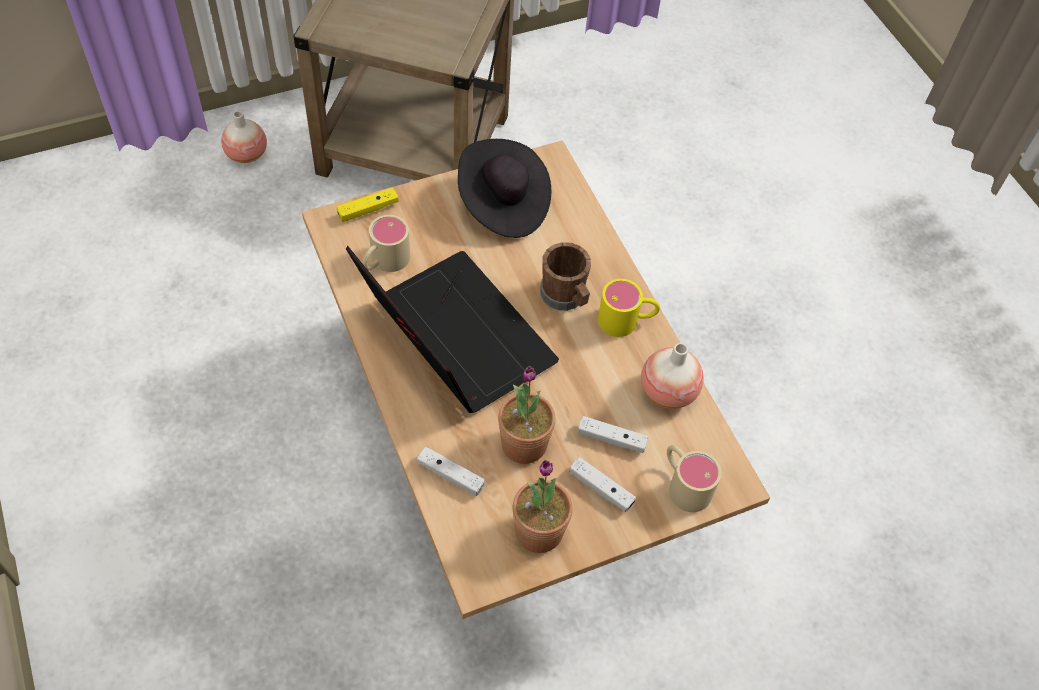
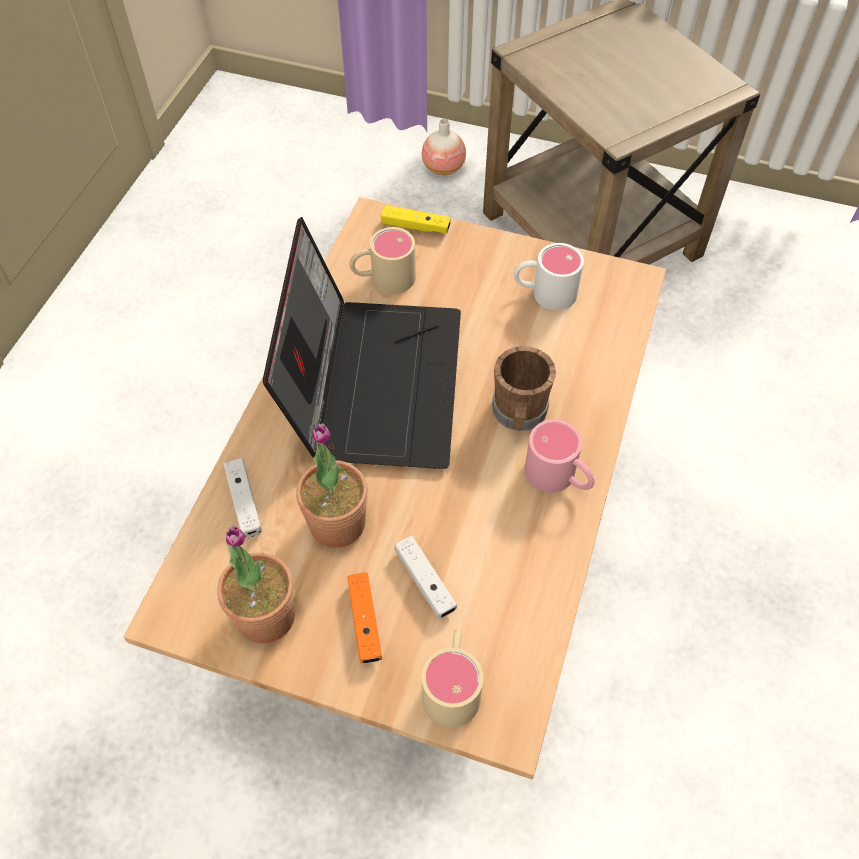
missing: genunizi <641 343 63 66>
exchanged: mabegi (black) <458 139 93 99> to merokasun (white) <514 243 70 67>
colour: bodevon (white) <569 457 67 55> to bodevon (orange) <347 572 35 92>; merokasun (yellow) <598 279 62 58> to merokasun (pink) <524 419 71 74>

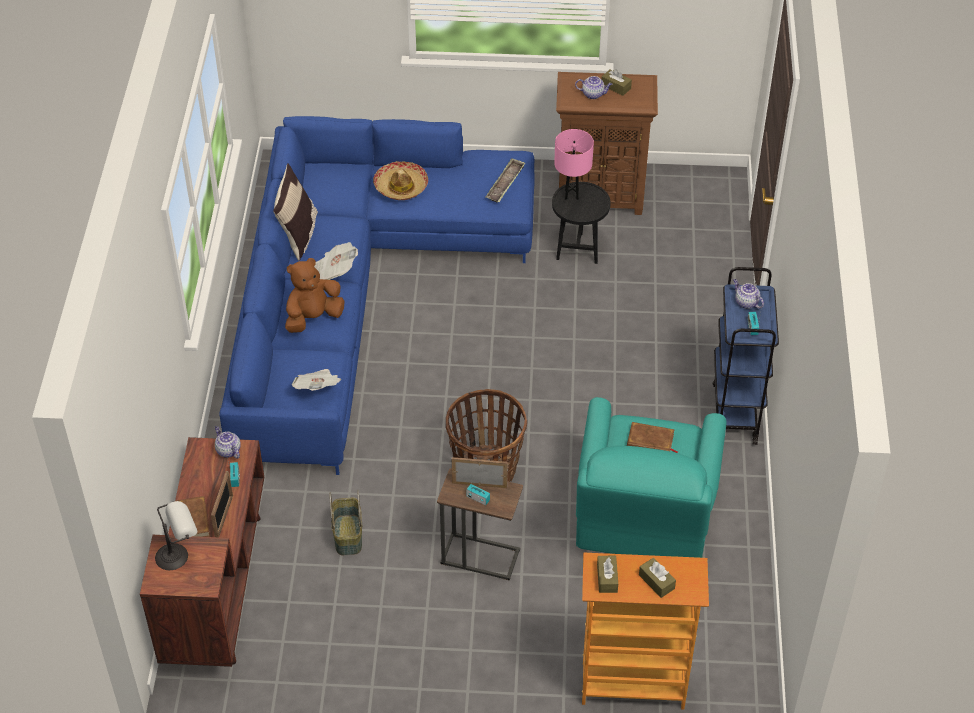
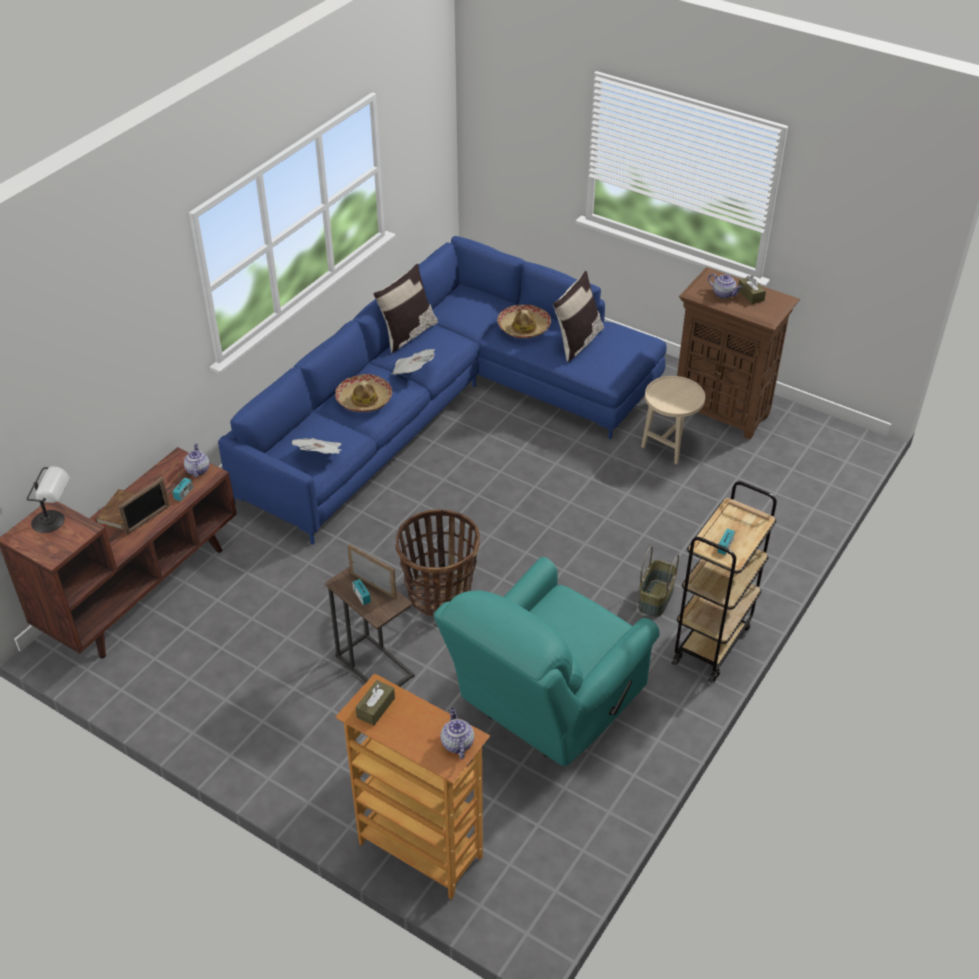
missing: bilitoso <486 158 39 45>; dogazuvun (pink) <554 129 40 71>; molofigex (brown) <627 422 51 31>; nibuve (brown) <639 558 37 40>
appeared: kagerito <553 271 51 91>
relocated: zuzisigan <733 279 31 30> to <441 708 33 51>; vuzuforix <329 490 33 65> to <638 546 41 71>
exchanged: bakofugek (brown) <285 258 59 75> to mabegi <335 374 57 38>
colour: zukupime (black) <552 182 59 82> to zukupime (beige) <641 376 64 88>; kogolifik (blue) <712 267 67 178> to kogolifik (brown) <671 481 106 202>

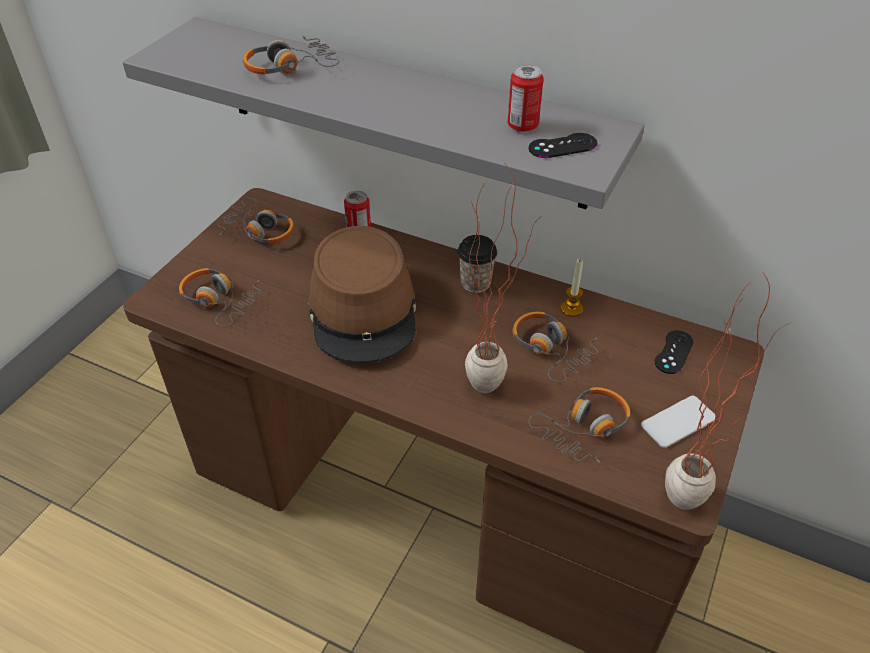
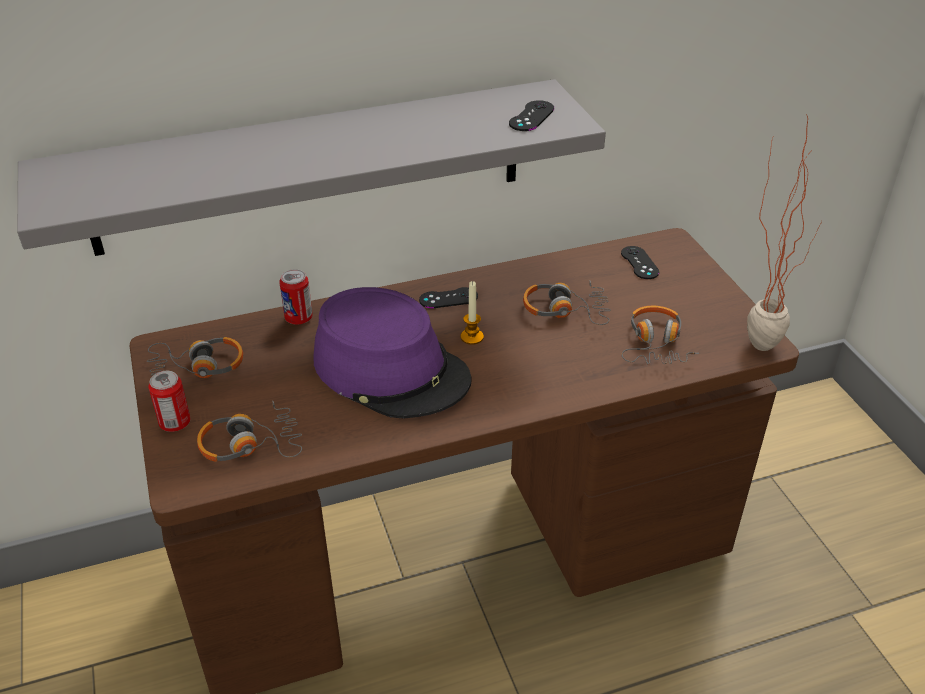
missing: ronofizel <243 35 96 40>; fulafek <465 161 78 232>; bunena <641 396 74 52>
relocated: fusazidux <508 65 36 67> to <149 371 42 61>; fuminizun <561 258 22 59> to <461 281 23 64>
exchanged: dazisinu <457 235 40 58> to bodevon (black) <419 287 59 21>
colour: mabegi (brown) <308 226 108 138> to mabegi (purple) <313 287 159 132>

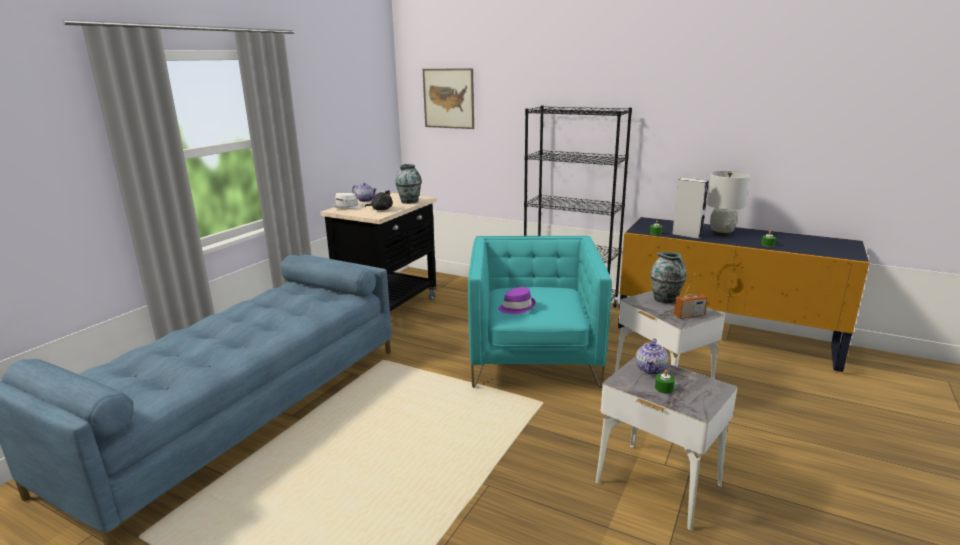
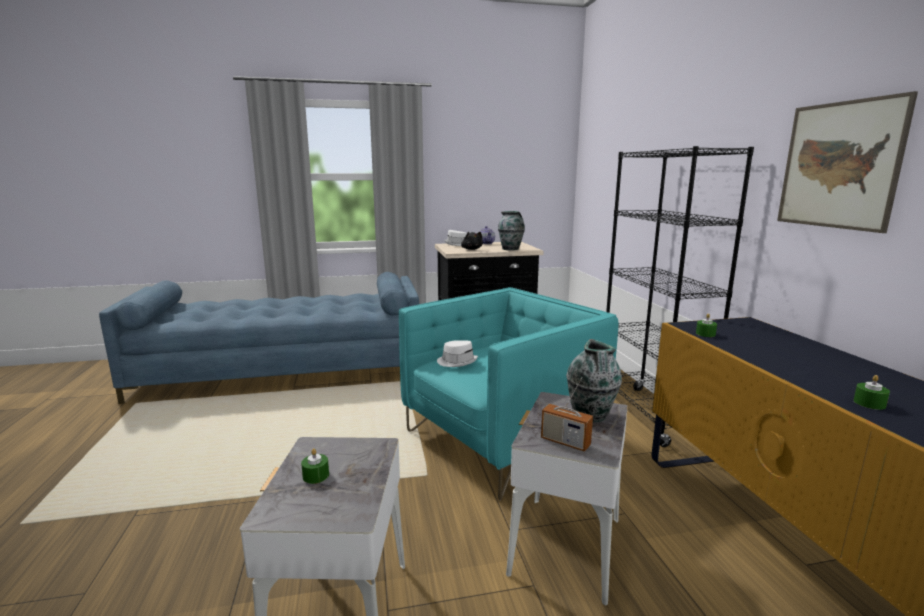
missing: zuzisigan <636 339 32 36>; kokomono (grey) <672 178 37 61>; dogazuvun (white) <707 171 43 65>
relocated: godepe <423 68 51 61> to <777 91 141 142>
colour: mabegi (purple) <498 287 37 27> to mabegi (white) <437 340 41 27>

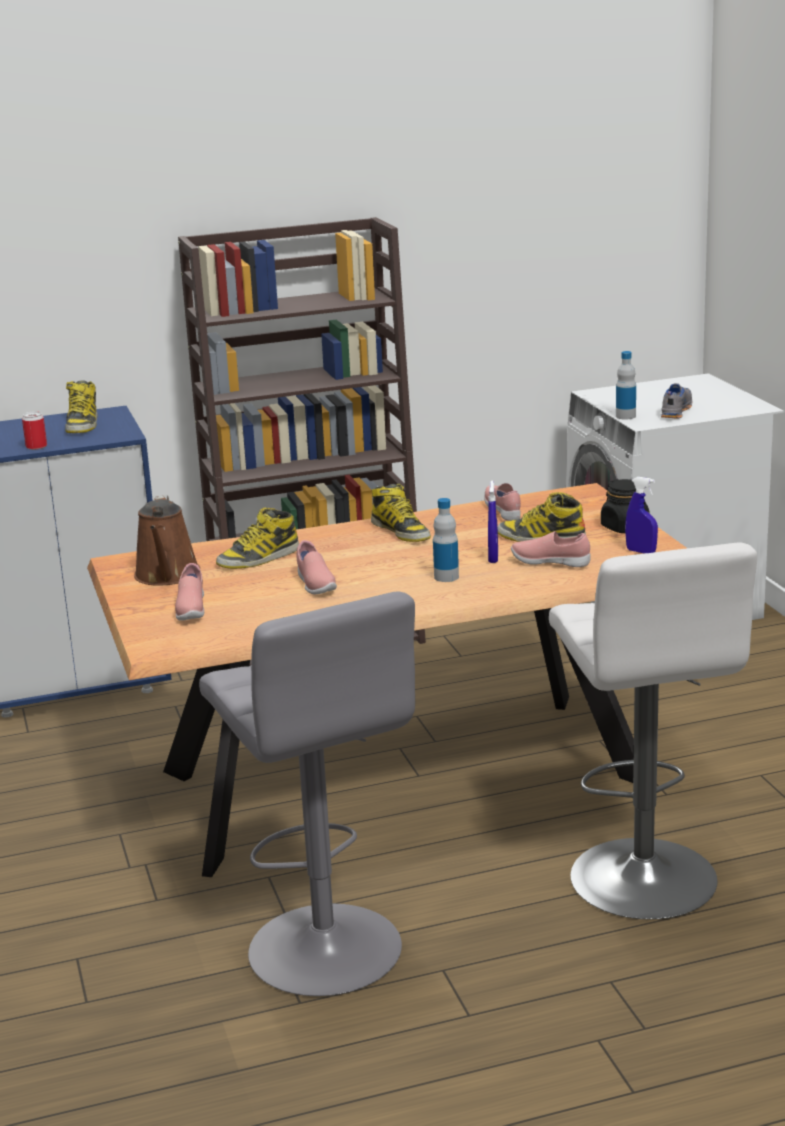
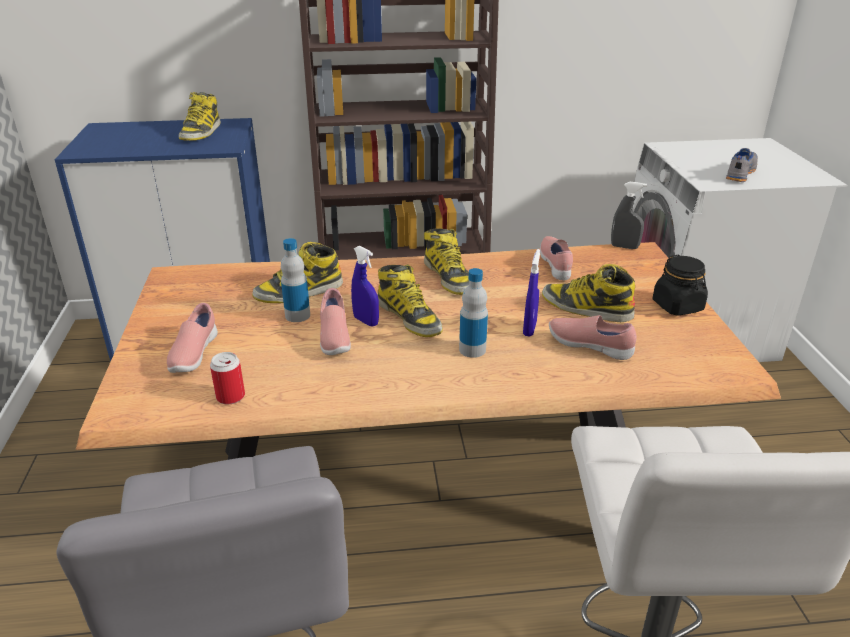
missing: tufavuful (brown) <134 495 66 91>
appeared: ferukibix <377 265 66 72>; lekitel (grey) <611 182 36 67>
relocated: fusazidux <22 411 25 39> to <210 352 35 52>; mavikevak <616 351 20 69> to <281 238 29 84>; lekitel (blue) <625 477 33 77> to <351 246 28 81>

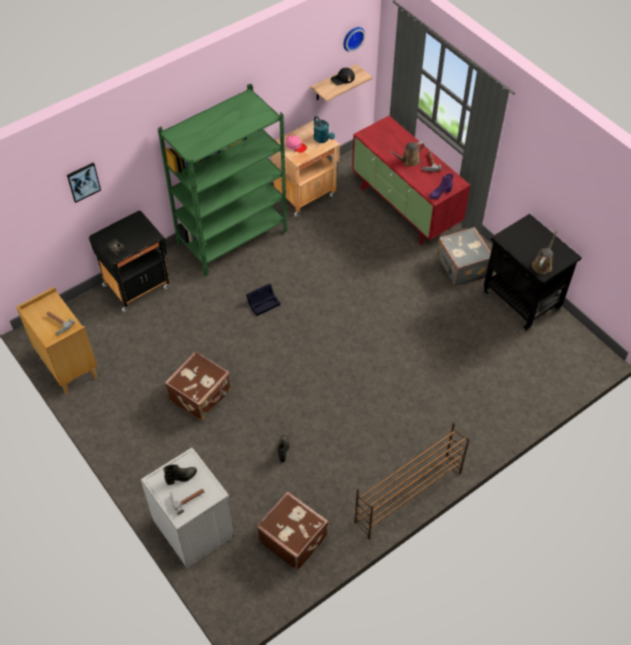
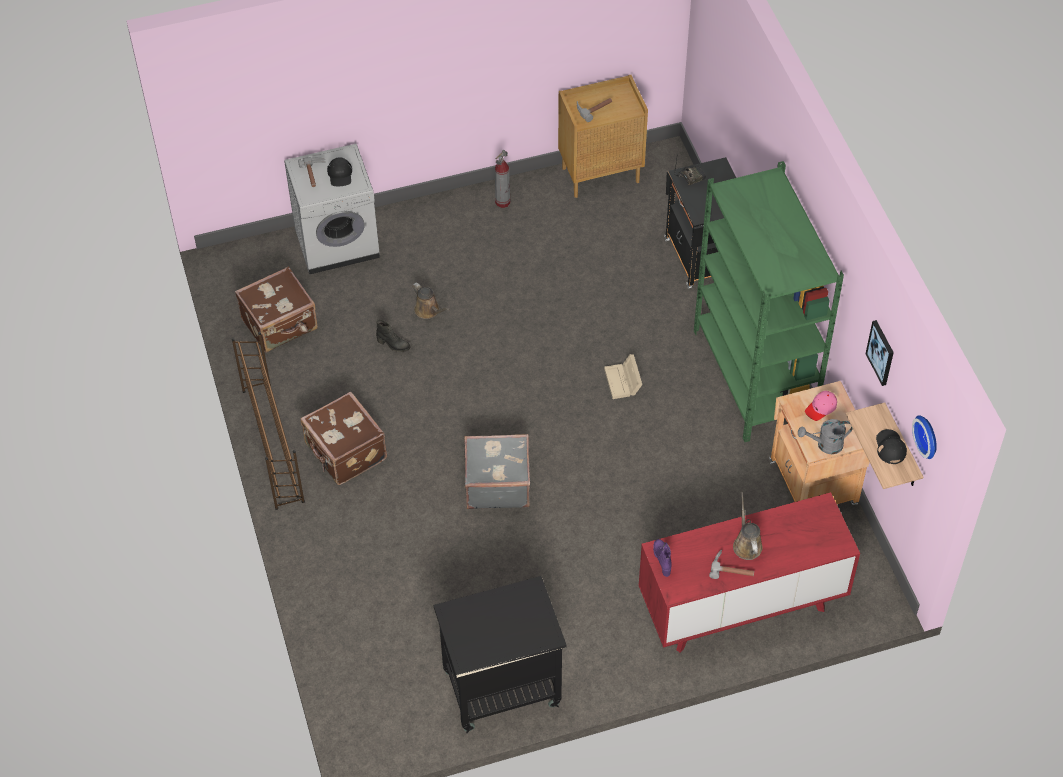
appeared: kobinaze <495 150 15 58>
relocated: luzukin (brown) <165 351 66 70> to <300 391 87 94>; tufavuful (brown) <532 230 26 44> to <412 283 38 36>; luzukin (grey) <437 227 54 60> to <464 434 66 75>; godepe <67 163 34 40> to <865 320 29 66>
exchanged: ferukibix (black) <163 464 34 21> to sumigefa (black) <327 157 25 29>
colour: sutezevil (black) <246 284 35 32> to sutezevil (beige) <604 354 38 45>; tufavuful (turquoise) <314 116 21 27> to tufavuful (grey) <798 419 55 35>

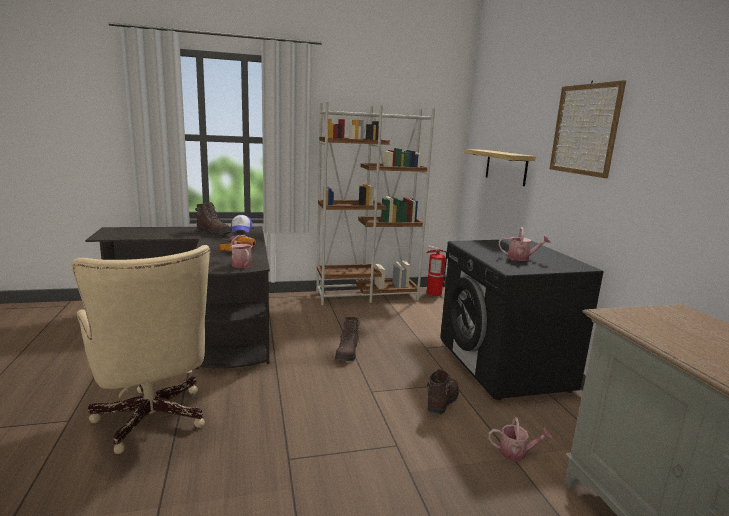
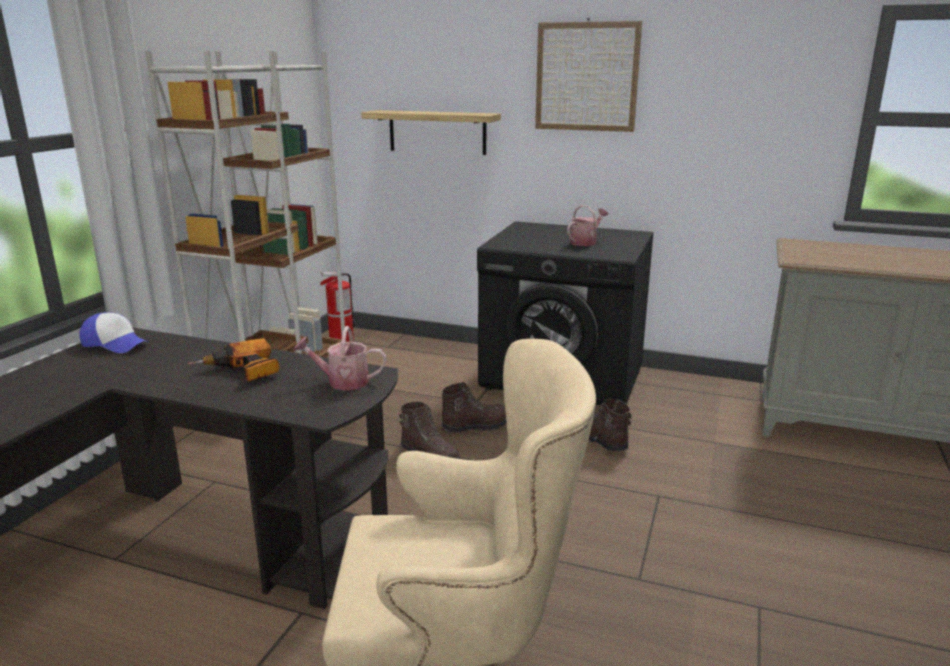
missing: tufavuful <488 417 64 44>
relocated: ferukibix (brown) <195 202 36 34> to <442 382 65 51>

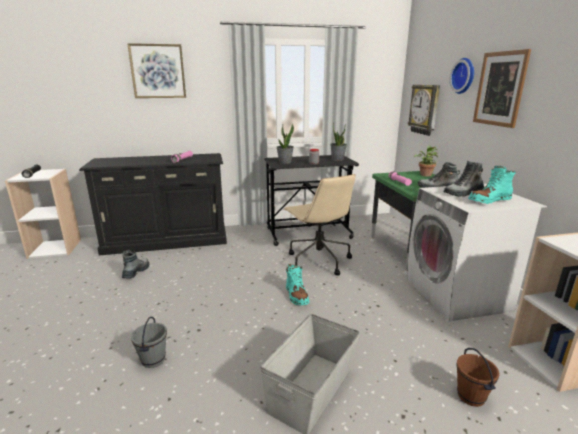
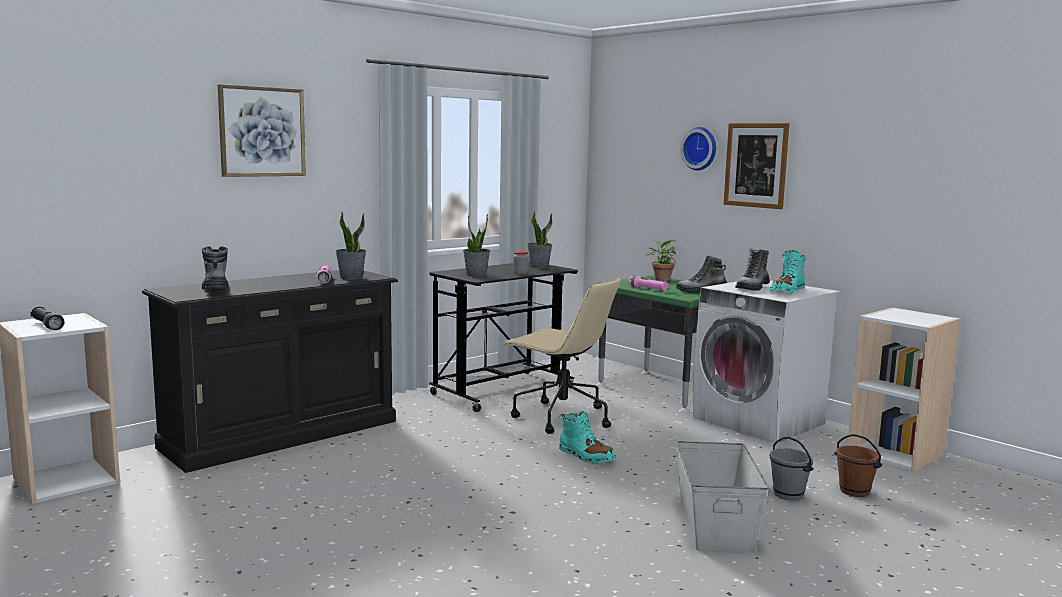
missing: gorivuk <408 85 32 51>
appeared: fulafek <336 212 30 68>
relocated: ferukibix <122 250 27 29> to <202 246 27 45>; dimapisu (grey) <131 317 36 51> to <770 436 44 65>

